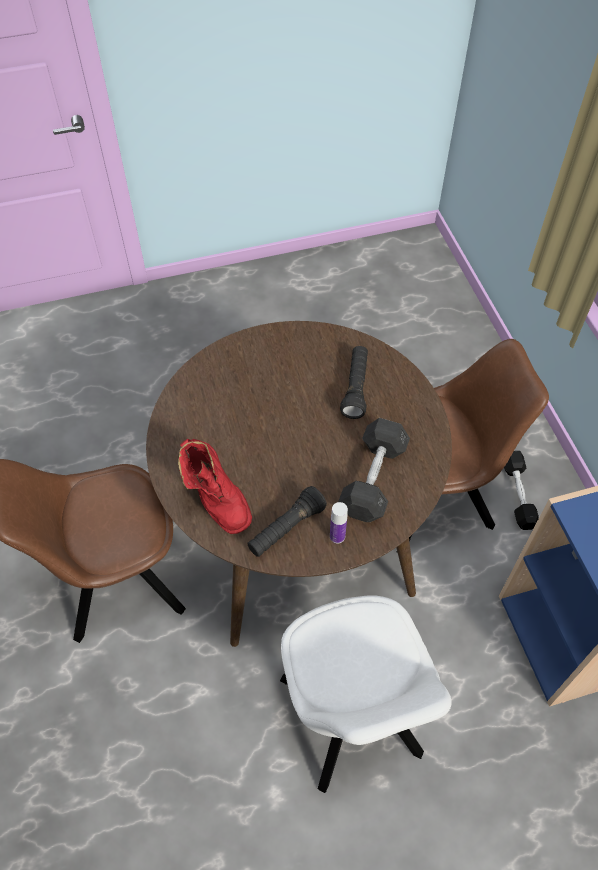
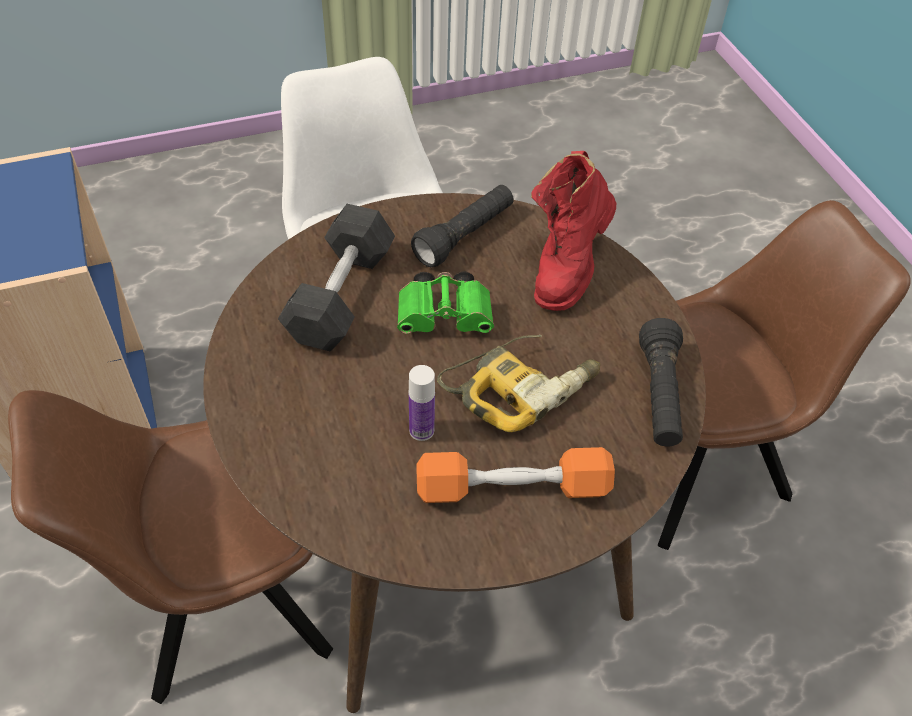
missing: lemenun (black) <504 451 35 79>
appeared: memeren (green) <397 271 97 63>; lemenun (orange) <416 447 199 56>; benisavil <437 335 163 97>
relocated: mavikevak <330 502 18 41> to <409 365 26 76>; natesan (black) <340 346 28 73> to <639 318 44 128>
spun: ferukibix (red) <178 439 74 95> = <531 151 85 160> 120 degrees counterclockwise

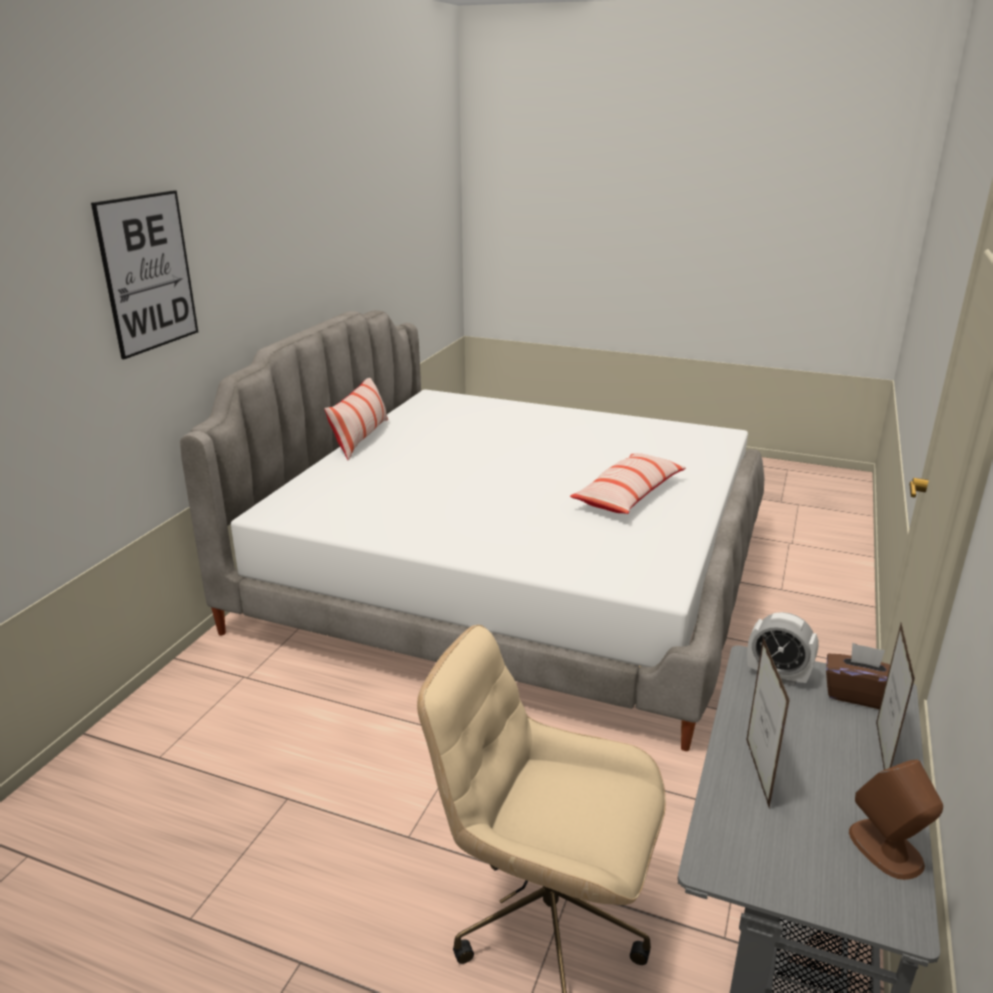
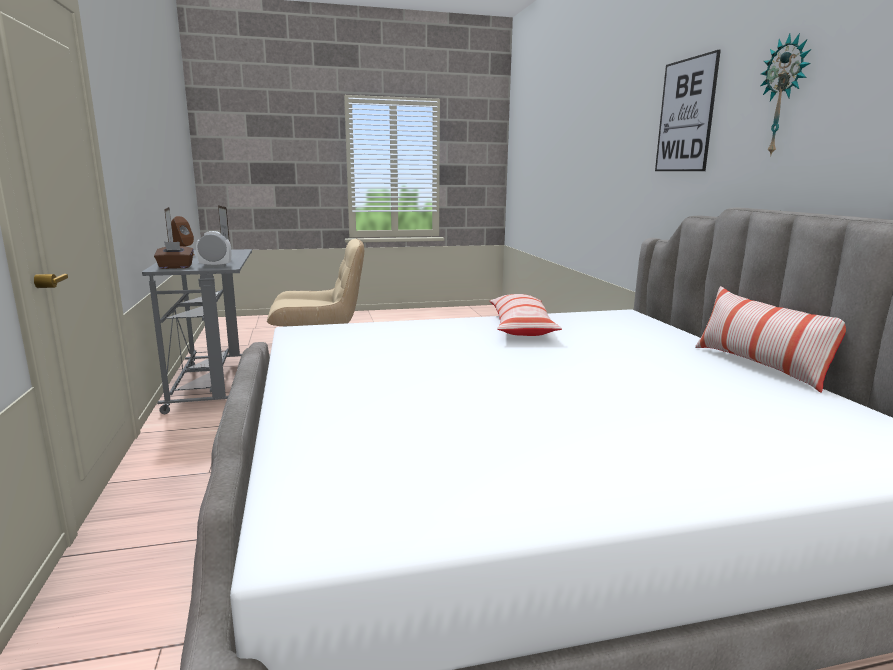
appeared: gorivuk <761 33 50 124>
relocated: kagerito <570 453 116 61> to <490 294 72 42>

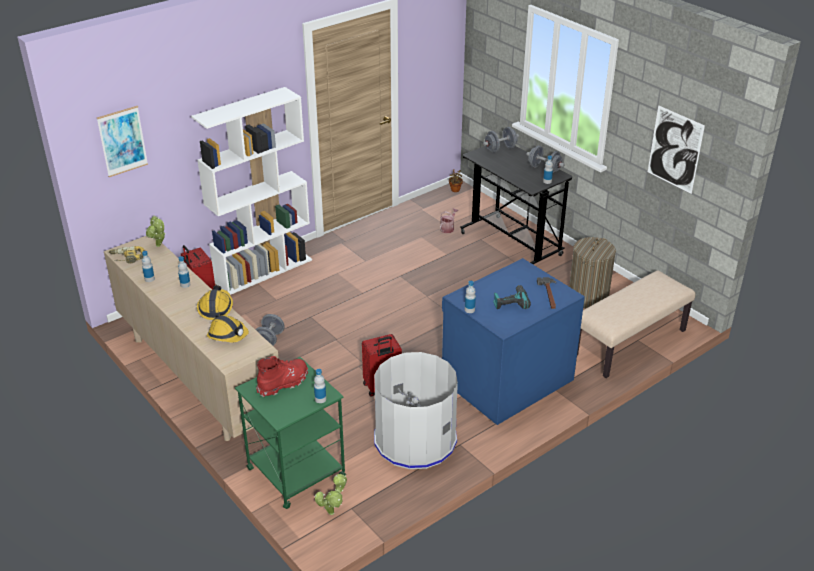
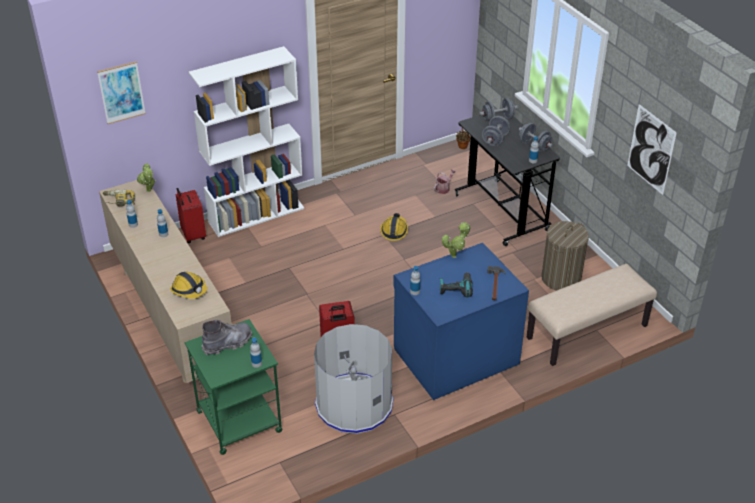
relocated: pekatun <197 285 36 35> to <380 213 28 28>; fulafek <315 474 32 41> to <442 222 29 36>; lemenun (grey) <255 314 30 32> to <482 116 28 30>
colour: ferukibix (red) <256 356 52 41> to ferukibix (grey) <202 320 50 35>

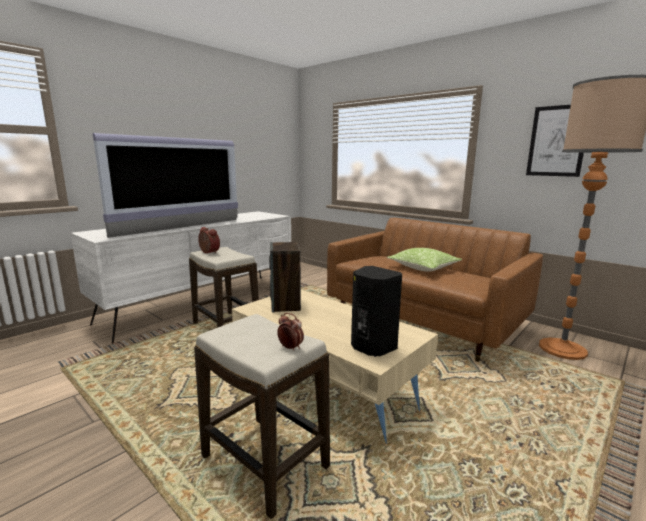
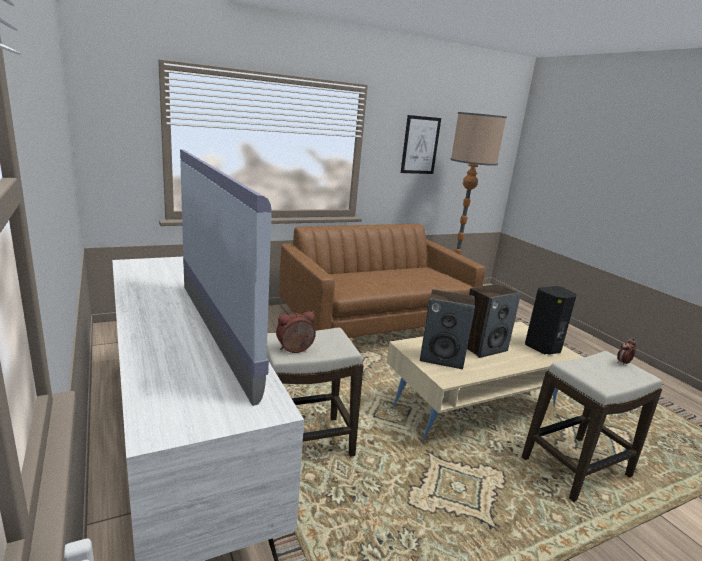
missing: kagerito <387 248 75 24>
appeared: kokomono <467 284 54 74>

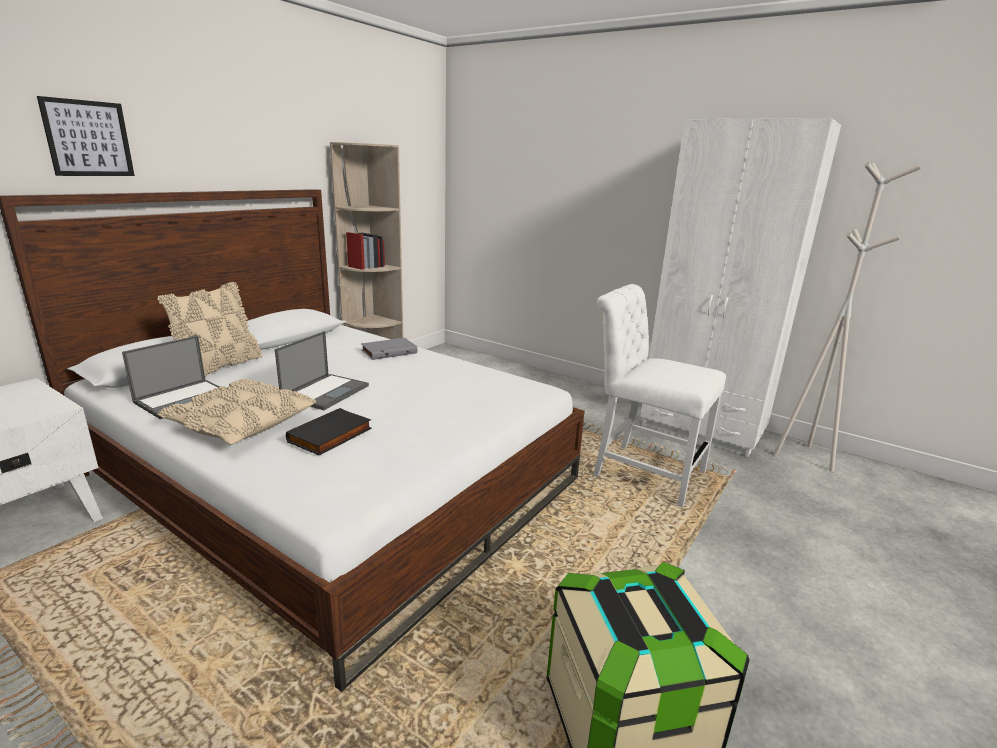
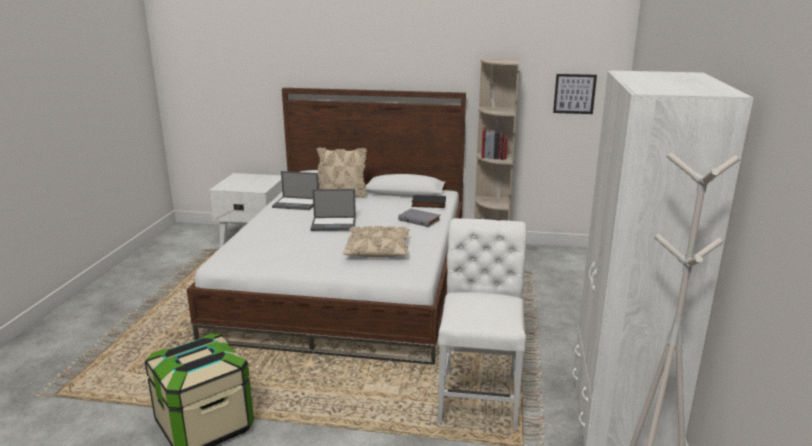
relocated: kagerito (beige) <157 379 159 66> to <342 226 68 32>; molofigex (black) <286 408 86 47> to <411 195 35 13>; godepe <37 96 98 80> to <553 74 44 40>

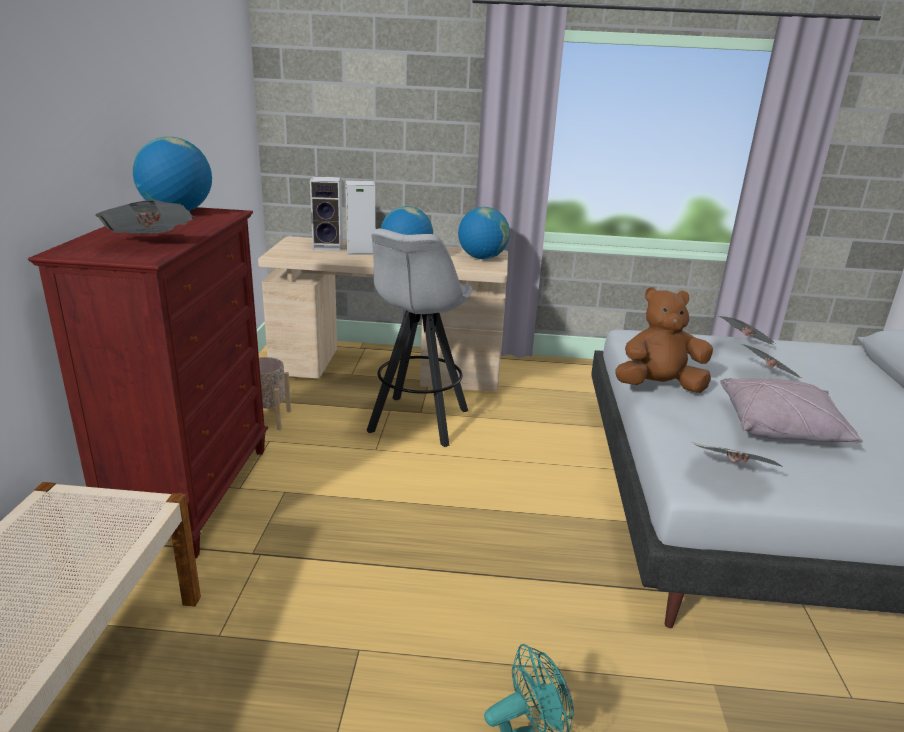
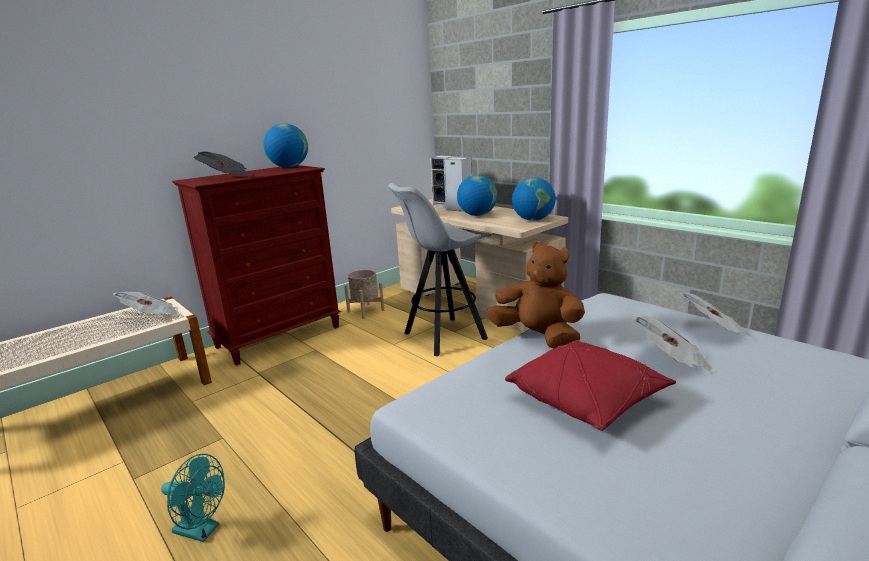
relocated: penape <692 442 90 25> to <113 292 67 23>
colour: kagerito (purple) <720 378 143 65> to kagerito (red) <505 340 171 91>

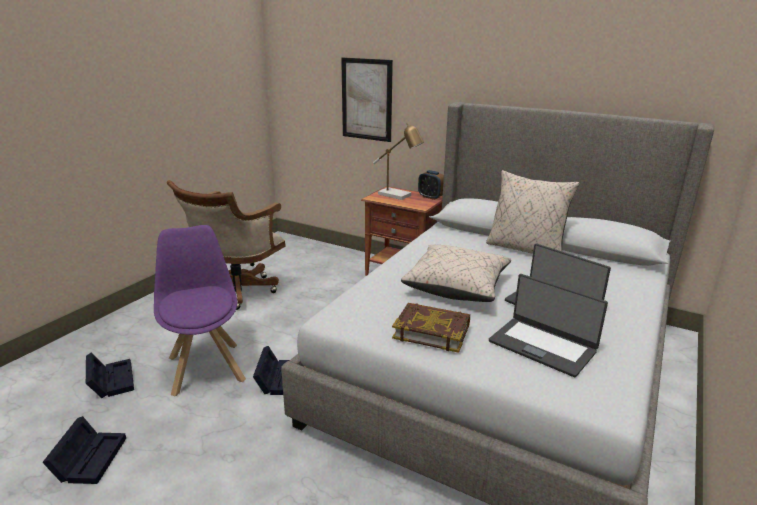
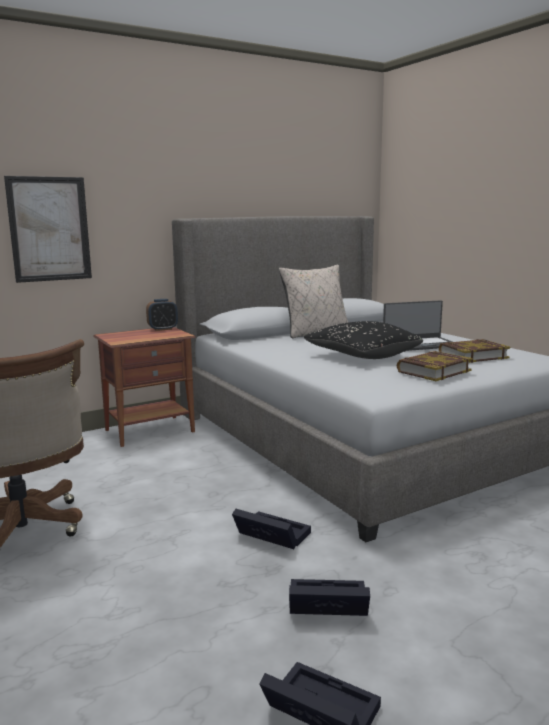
missing: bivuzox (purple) <154 225 92 171>; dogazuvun <373 123 51 77>
relocated: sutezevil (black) <86 353 48 45> to <289 579 81 37>
exchanged: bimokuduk <489 274 119 103> to molofigex <439 339 71 24>
colour: kagerito (beige) <401 245 110 57> to kagerito (black) <304 321 119 38>

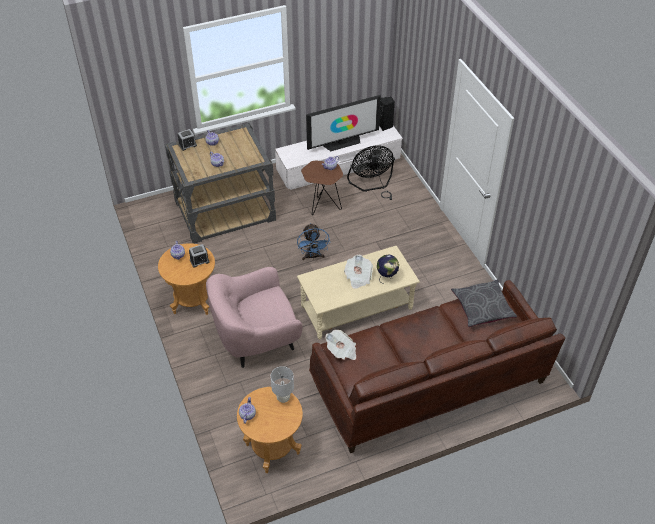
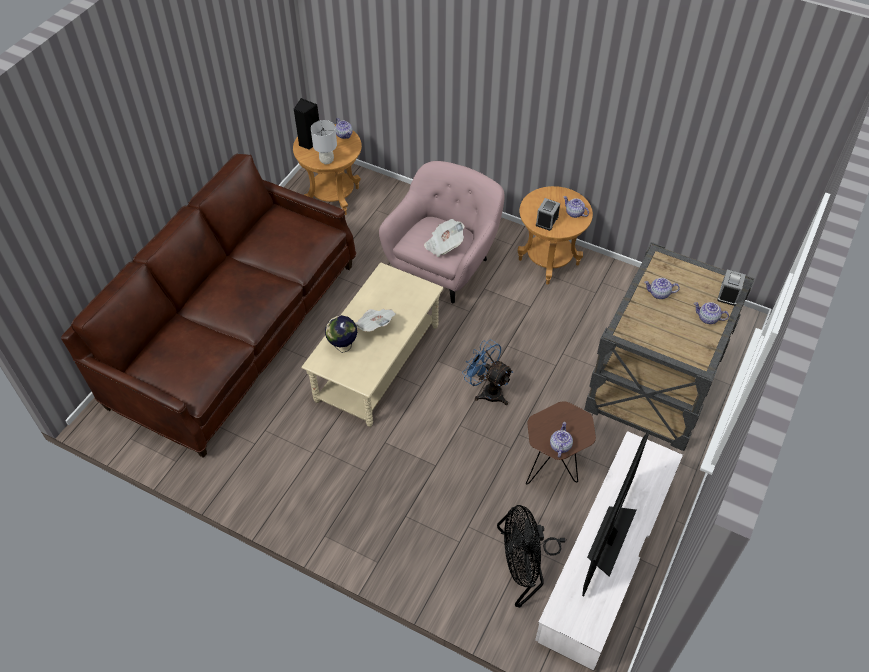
missing: kagerito (grey) <451 279 66 48>
relocated: kokomono (black) <379 97 16 34> to <293 98 26 52>; penape <325 330 31 30> to <424 219 41 38>
spun: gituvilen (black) <347 145 48 55> = <497 505 70 103> 135 degrees clockwise

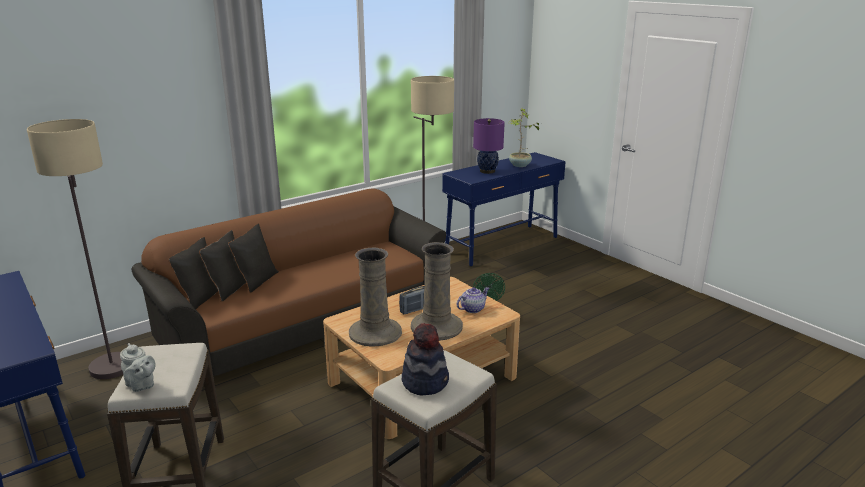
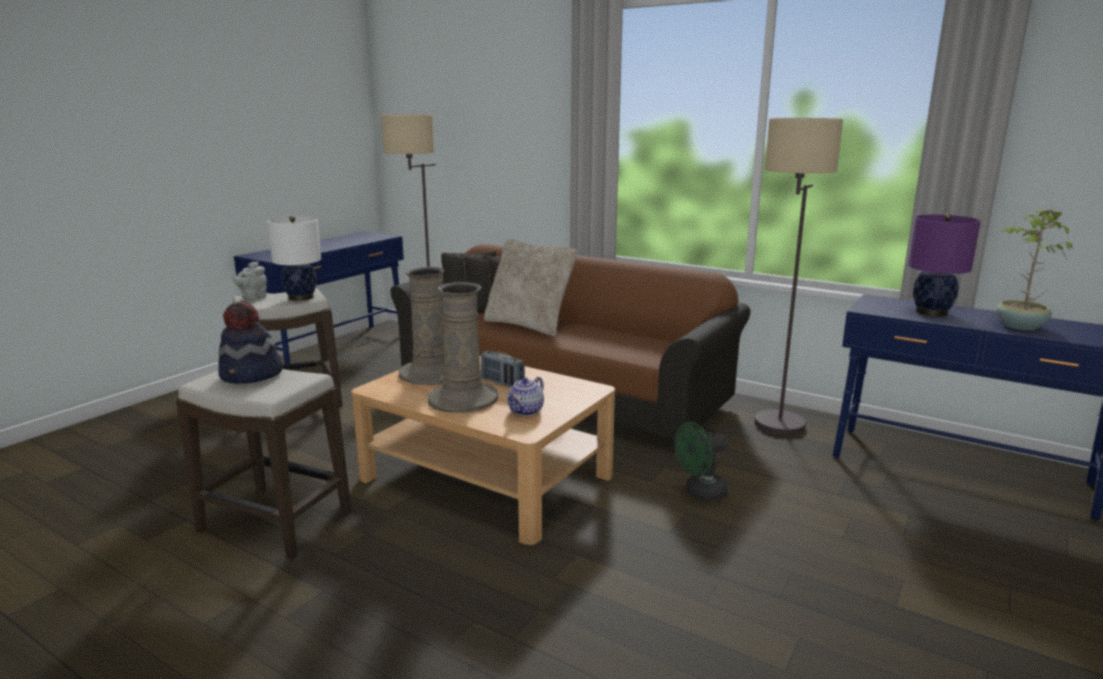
appeared: dogazuvun (white) <267 216 54 85>; kagerito (beige) <484 239 94 97>
spun: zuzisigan <457 287 32 26> = <506 377 38 39> 90 degrees clockwise

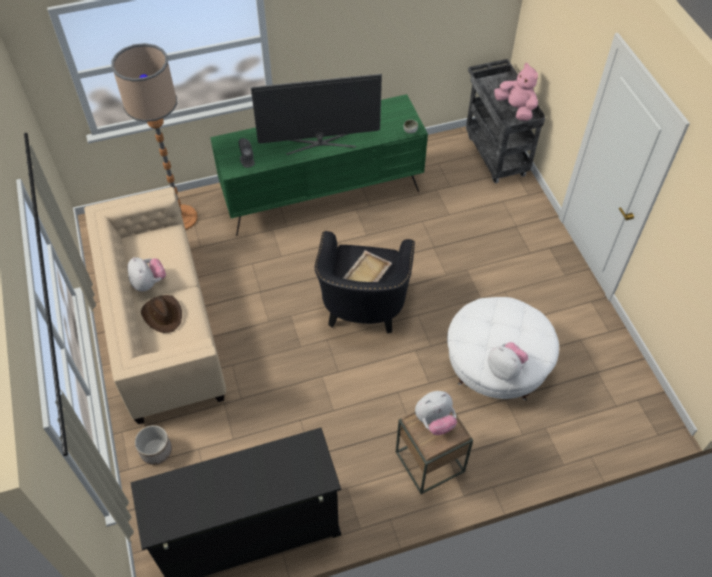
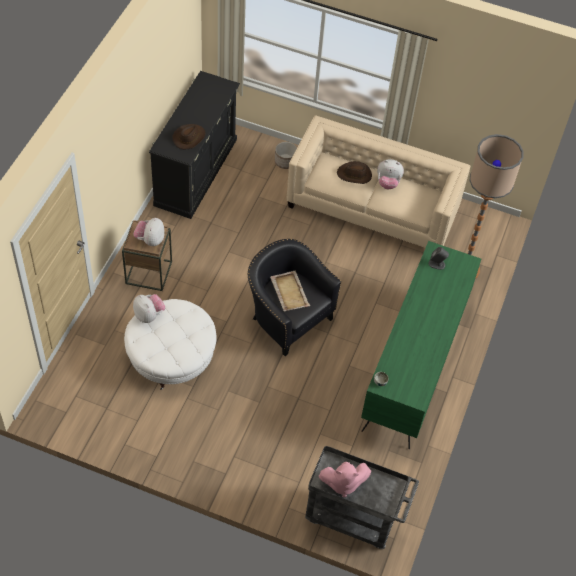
missing: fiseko <251 74 131 81>
appeared: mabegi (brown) <172 124 34 25>
spun: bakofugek <488 342 40 38> = <133 294 32 29> 120 degrees counterclockwise

